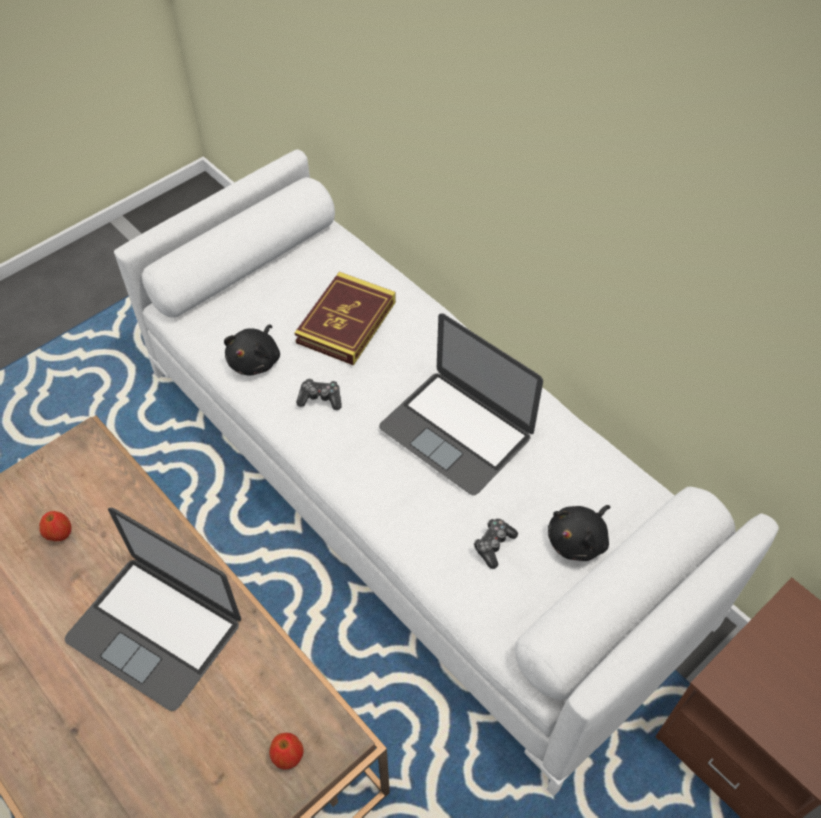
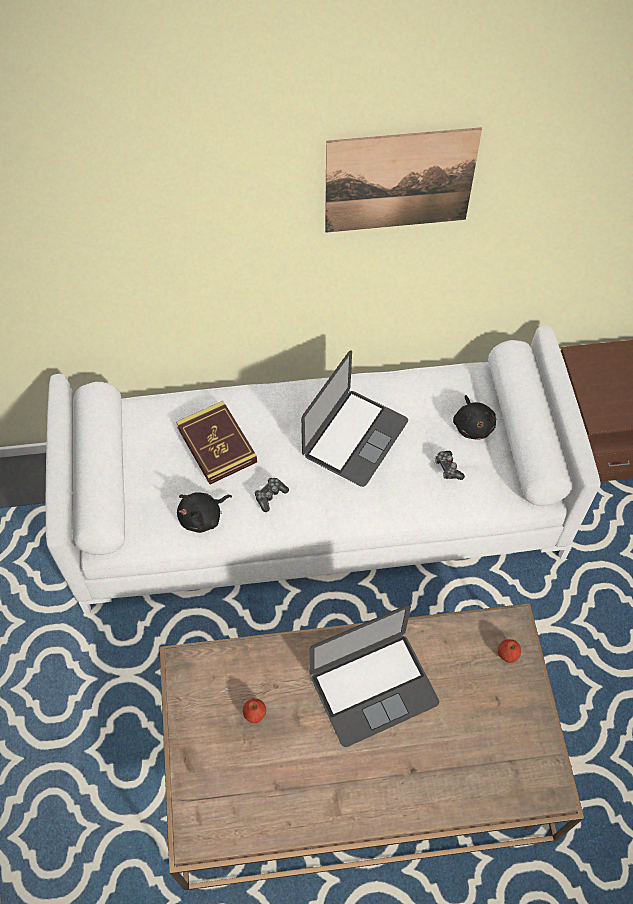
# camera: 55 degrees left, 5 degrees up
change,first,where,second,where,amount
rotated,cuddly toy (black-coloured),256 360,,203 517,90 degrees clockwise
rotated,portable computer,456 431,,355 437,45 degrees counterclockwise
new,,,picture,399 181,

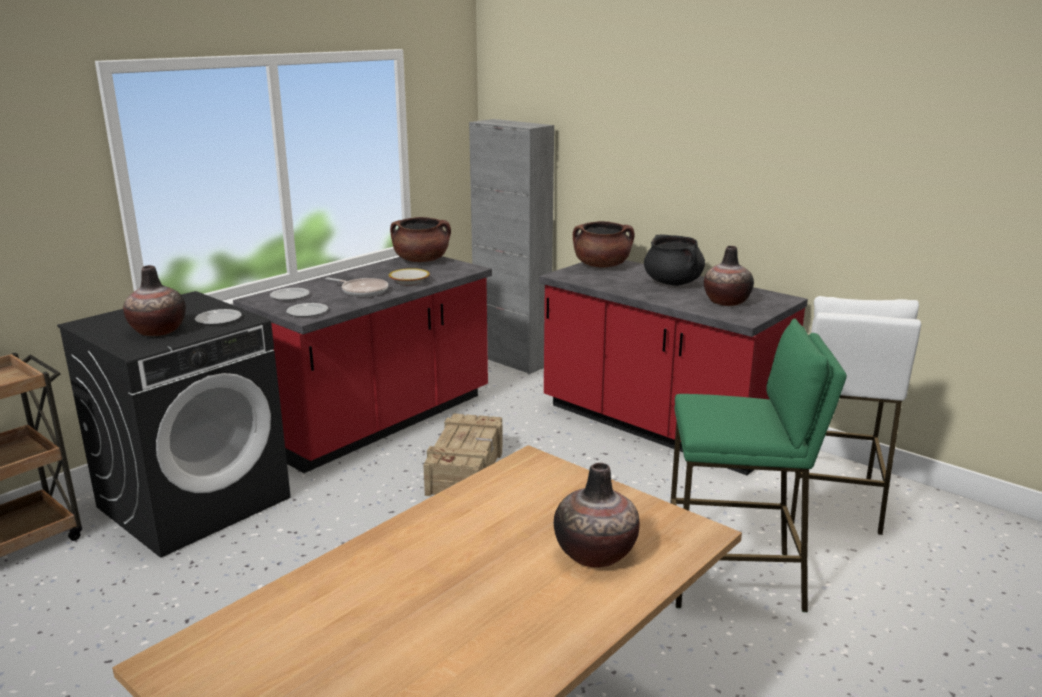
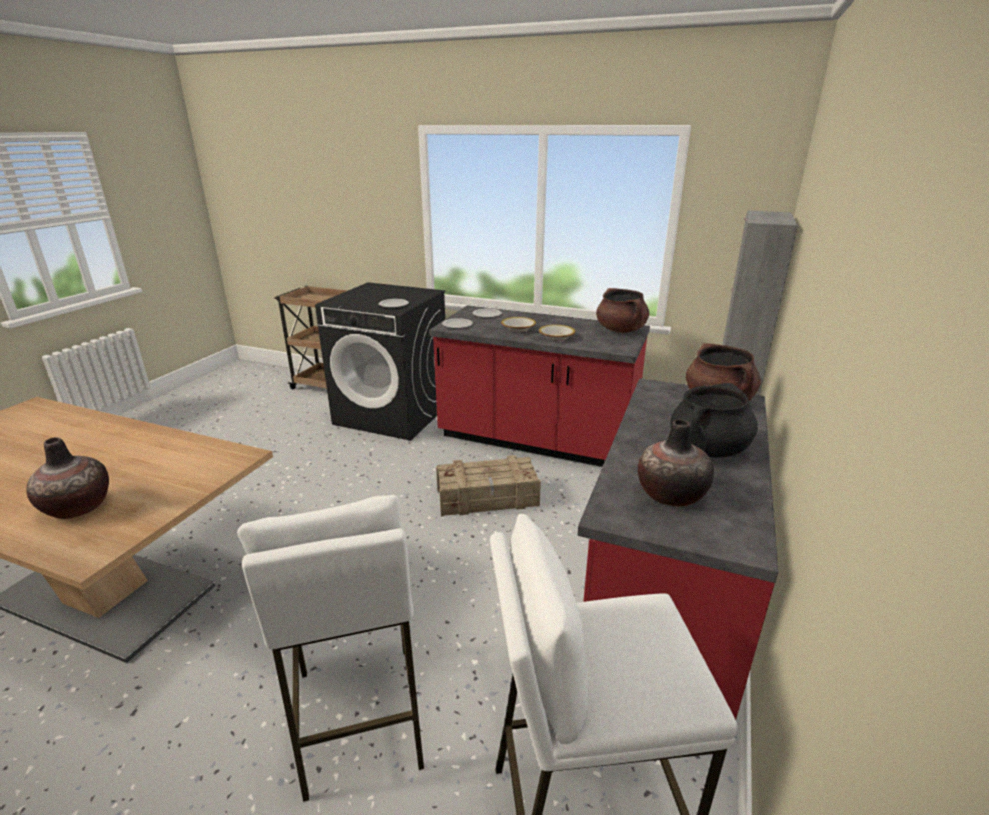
# camera: 70 degrees right, 5 degrees up
change,first,where,second,where,amount
gone,decorative vase,158 331,,,
swapped,pan,362 291,serving bowl,518 329,
repainted,stool seat (green),734 578,stool seat (whitish),359 718,

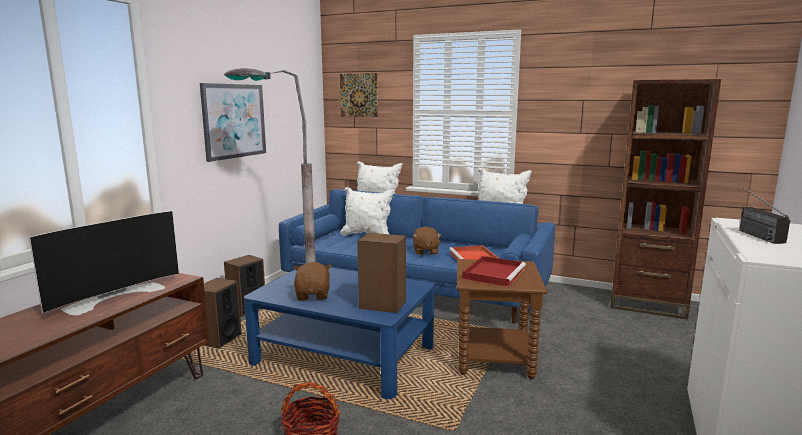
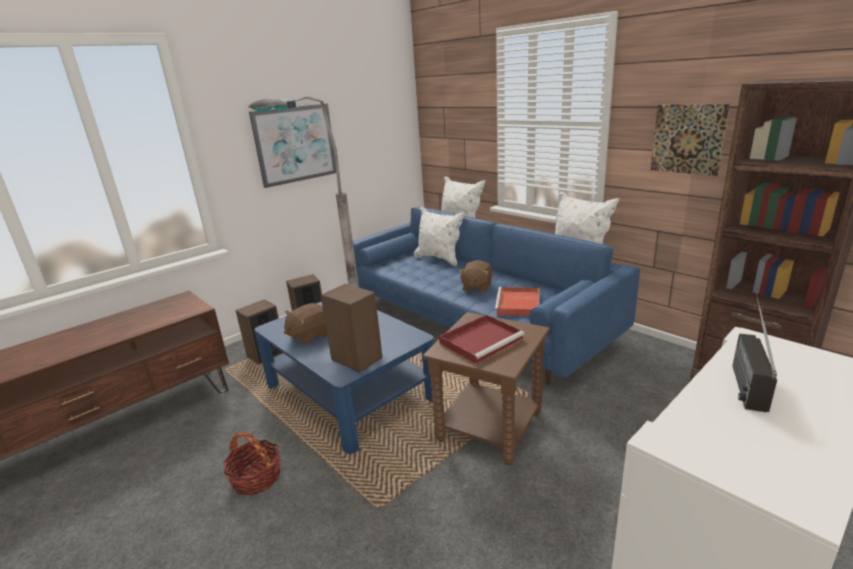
# camera: 25 degrees right, 10 degrees up
change,first,where,second,where,amount
gone,TV,115 296,,,
rotated,cuddly toy (brownish),313 295,,309 336,150 degrees counterclockwise
shifted,picture,358 95,,687 139,

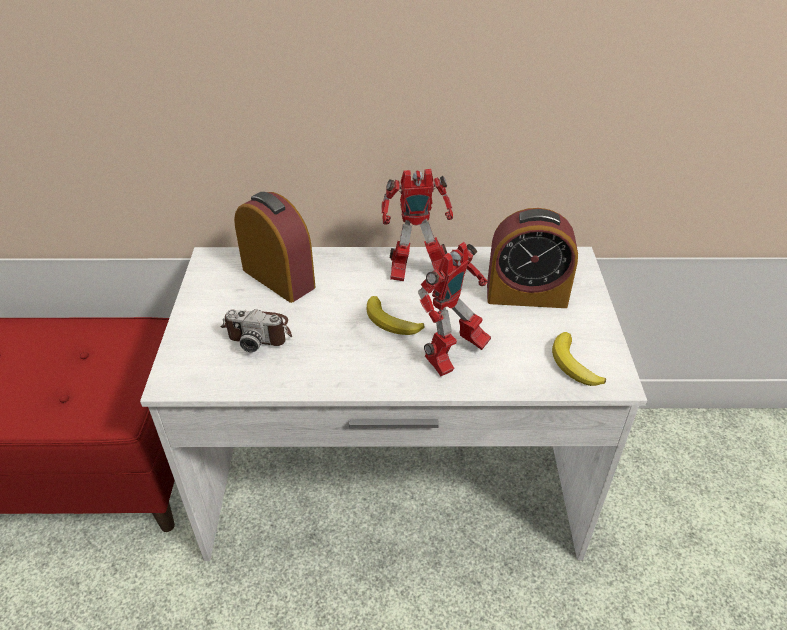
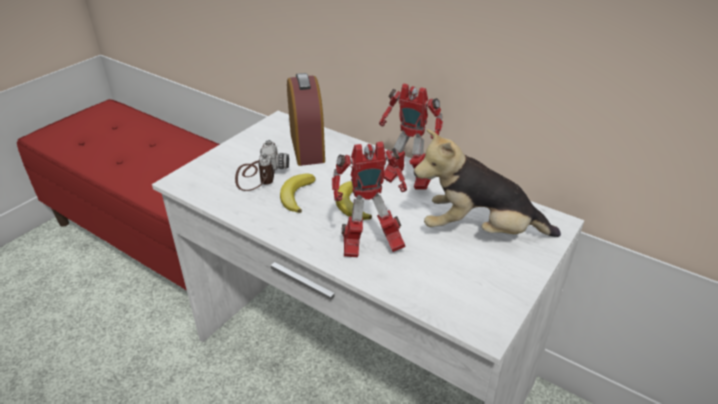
# camera: 35 degrees right, 5 degrees down
change,first,where,second,where,amount
rotated,photo camera,259 332,,259 174,135 degrees counterclockwise
swapped,table clock,526 295,cuddly toy,479 231,
shifted,banana,573 364,,296 195,

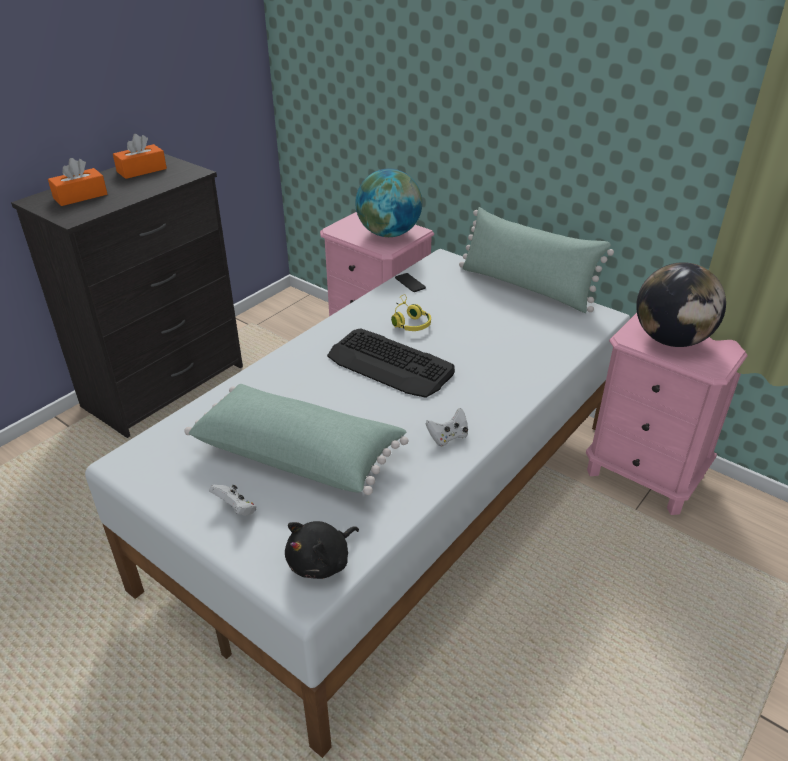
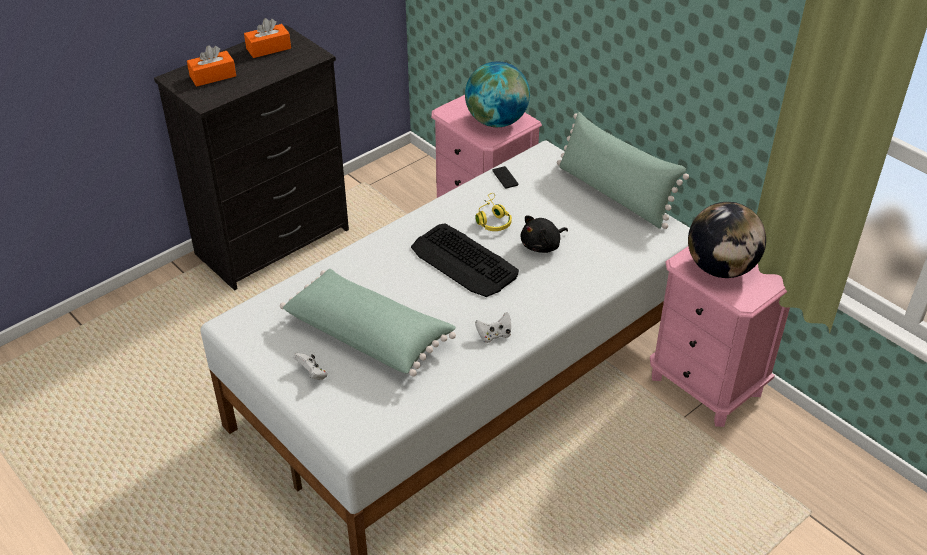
# camera: 10 degrees right, 5 degrees up
change,first,where,second,where,amount
shifted,cuddly toy (black-coloured),322 562,,542 246,

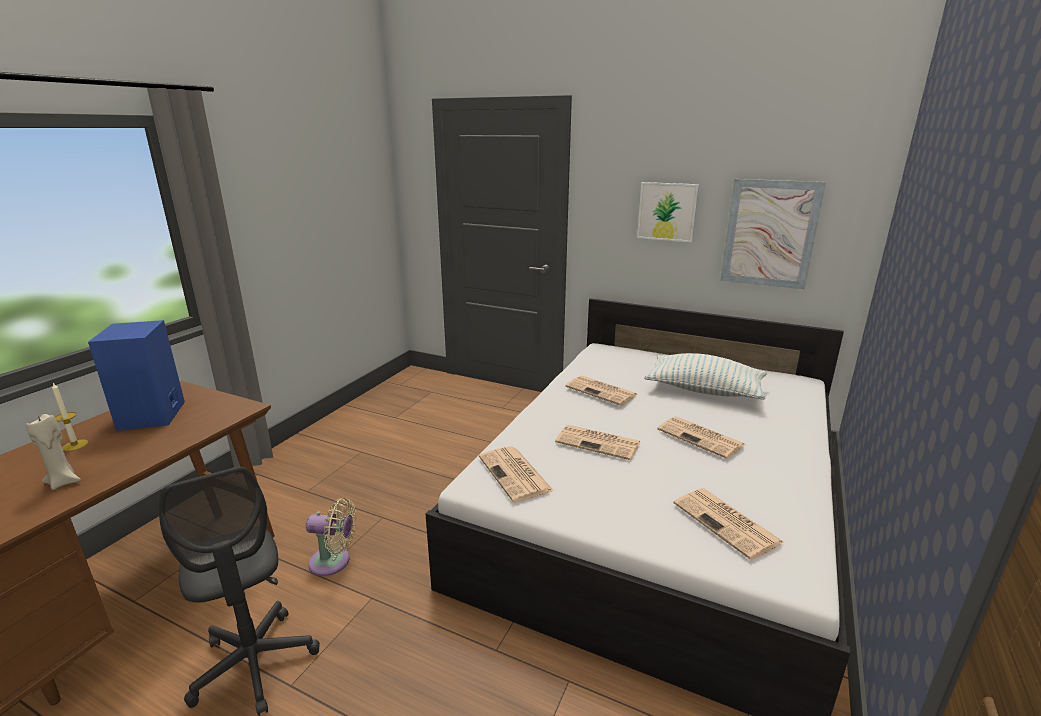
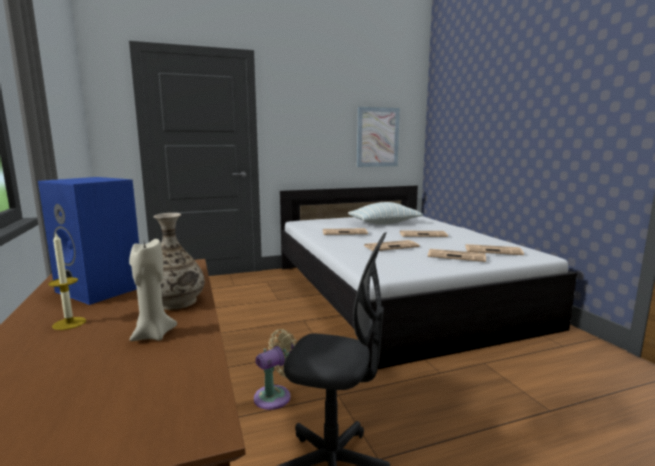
# camera: 45 degrees left, 10 degrees down
change,first,where,second,where,amount
shifted,printed paper,516 474,,457 256,
gone,picture,667 211,,,
new,,,decorative vase,175 302,

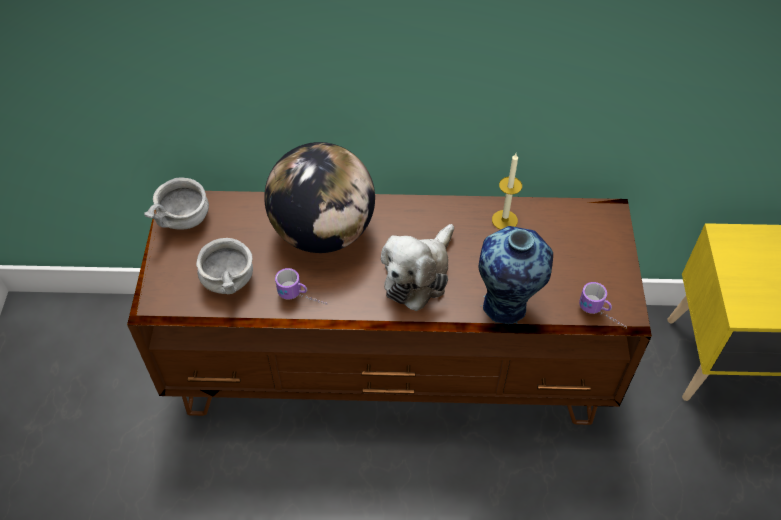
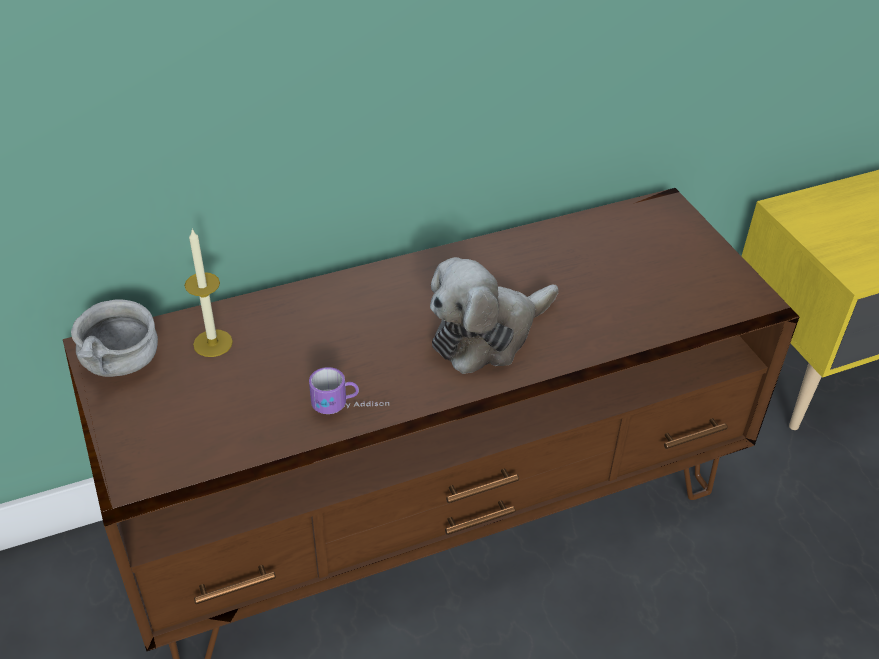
# camera: 25 degrees left, 10 degrees down
change,first,where,second,where,amount
gone,serving bowl (greyish),229 281,,,
gone,desk globe,323 232,,,
rotated,cuddly toy,418 275,,487 335,45 degrees clockwise
gone,decorative vase,506 307,,,
shifted,wax candle,504 220,,213 343,
gone,coffee mug,602 315,,,

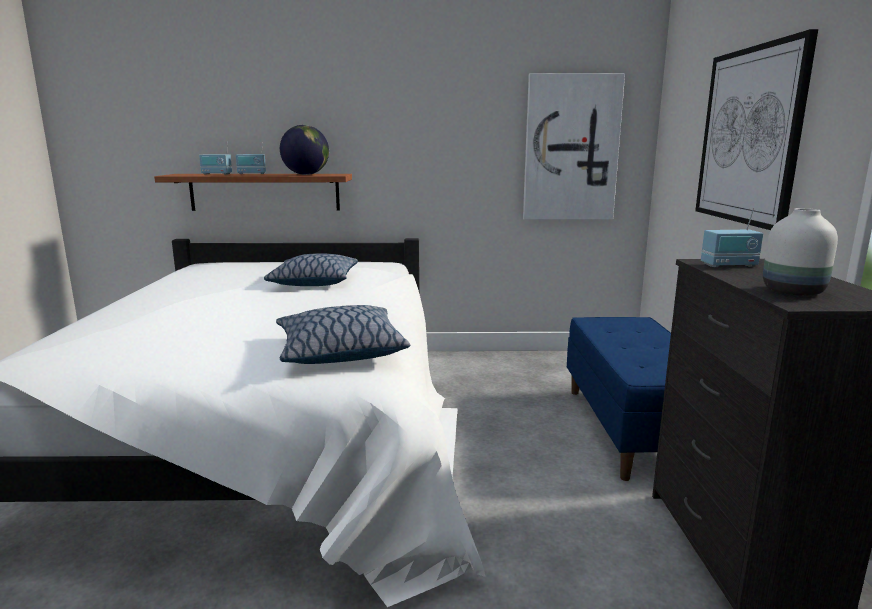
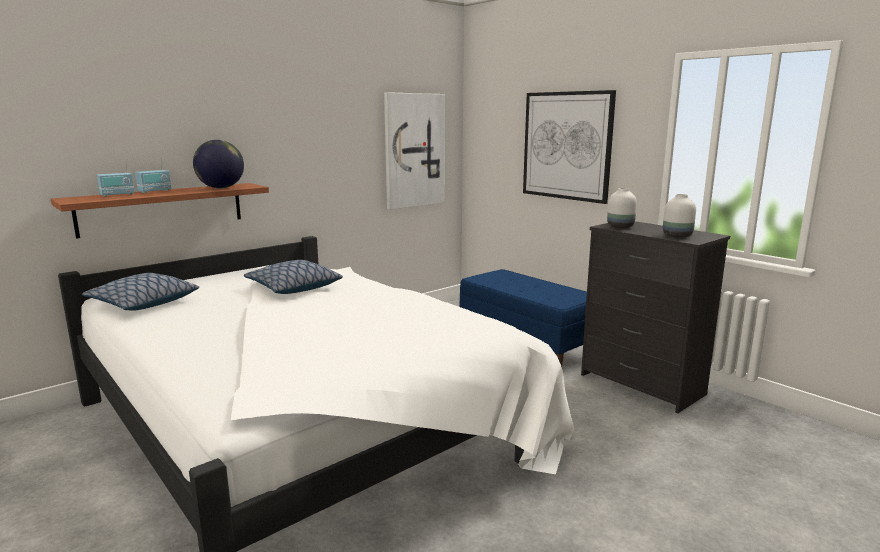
# camera: 40 degrees left, 0 degrees up
change,first,where,second,where,amount
shifted,pillow,339 351,,143 303,
swapped,radio receiver,729 265,decorative vase (whitish),620 226,

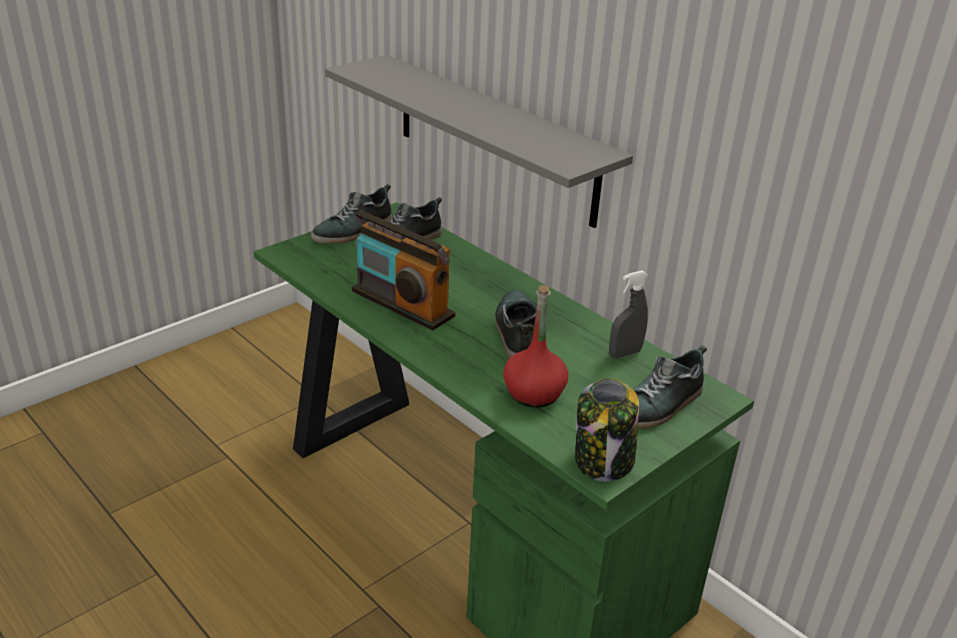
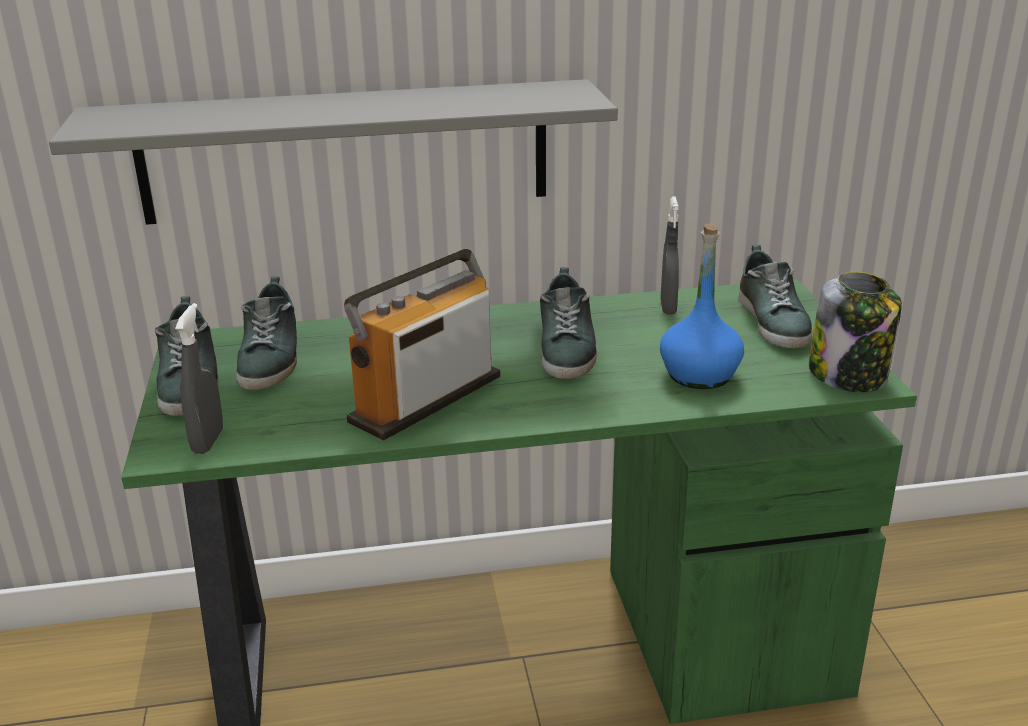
# camera: 55 degrees left, 5 degrees down
change,first,where,second,where,amount
rotated,radio receiver,402 304,,426 399,150 degrees clockwise
rotated,low shoe,516 331,,567 348,120 degrees counterclockwise
repainted,drink bottle (red-coloured),534 393,drink bottle (bluish),700 375,
new,,,spray bottle (greyish),208 441,

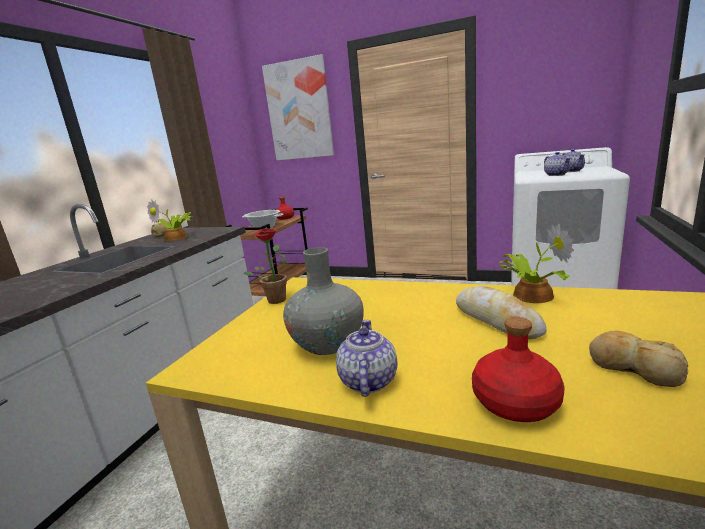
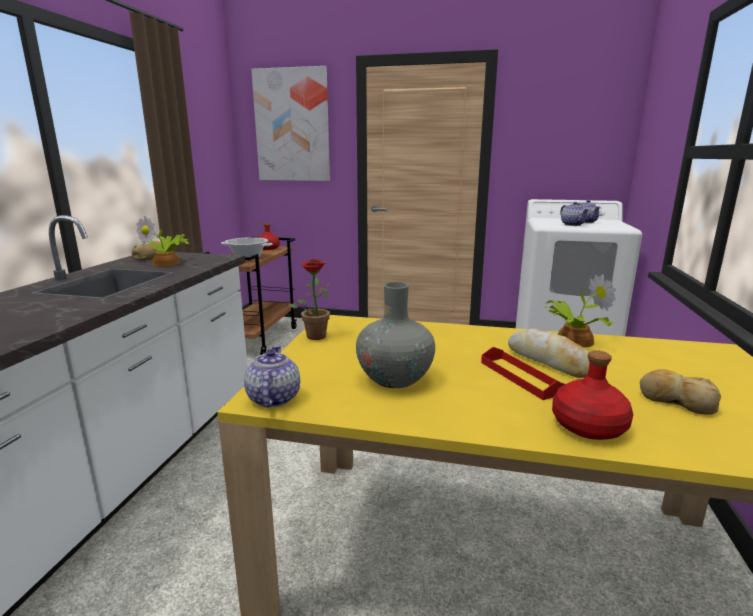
# camera: 10 degrees left, 0 degrees up
change,first,where,second,where,amount
shifted,tea pot,367 381,,273 399,
new,,,serving tray (red-coloured),520 377,

